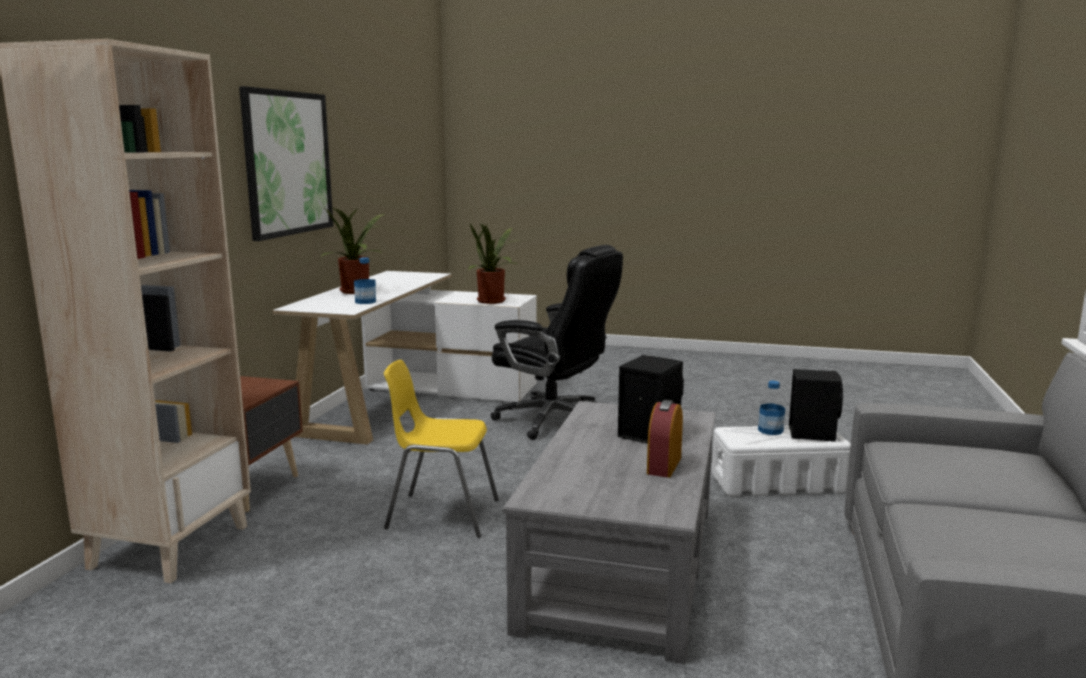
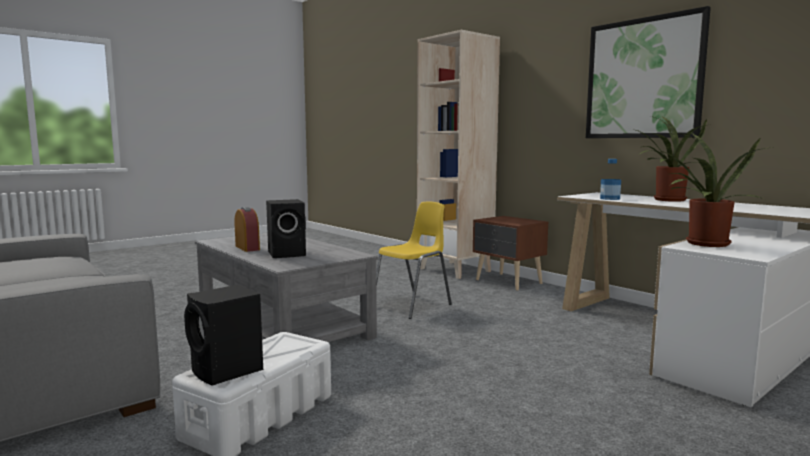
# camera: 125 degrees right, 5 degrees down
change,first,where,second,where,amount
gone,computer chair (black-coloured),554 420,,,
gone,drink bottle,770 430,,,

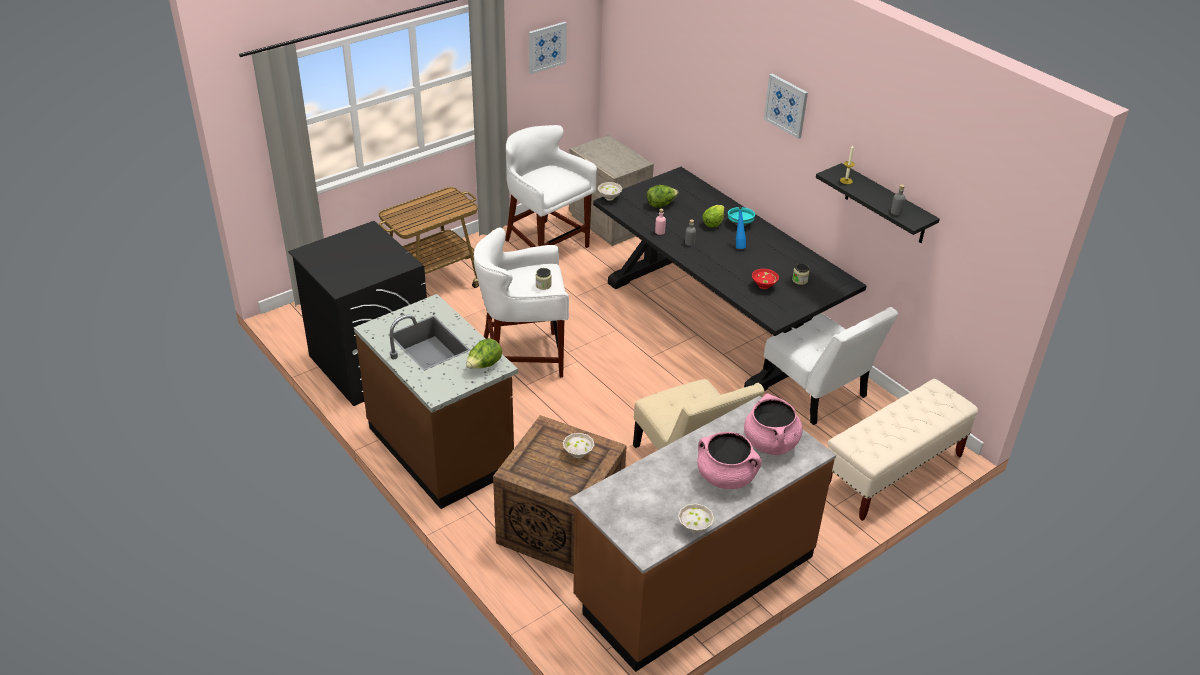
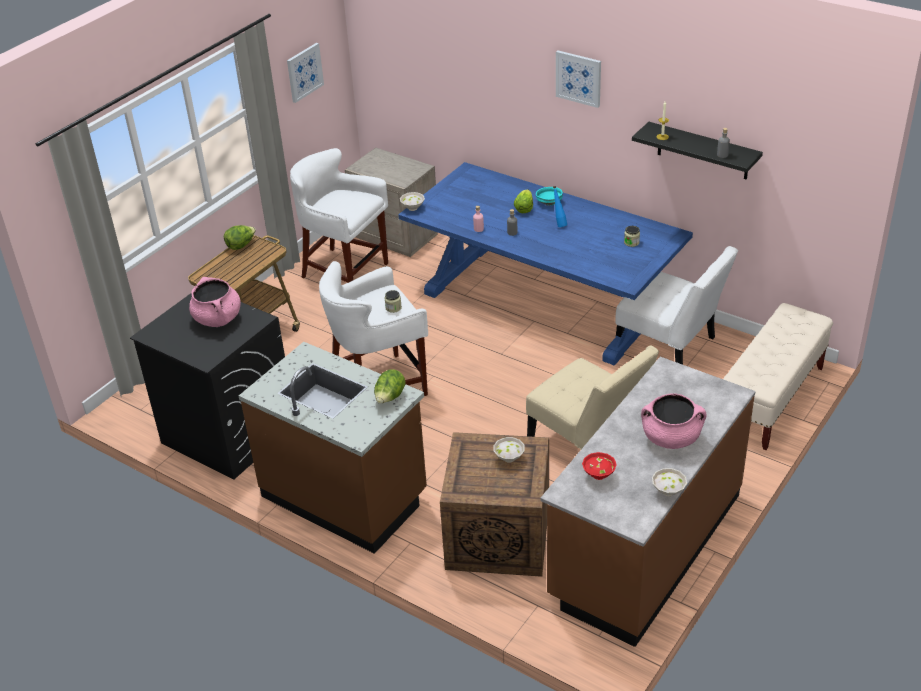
# camera: 15 degrees left, 0 degrees up
change,first,where,second,where,amount
repainted,kitchen table (black-coloured),714 318,kitchen table (bluish),541 301,
shifted,head of lettuce,661 204,,241 245,
shifted,saucepot (pink-coloured),771 443,,218 319,
shifted,serving bowl (red-coloured),763 286,,598 475,

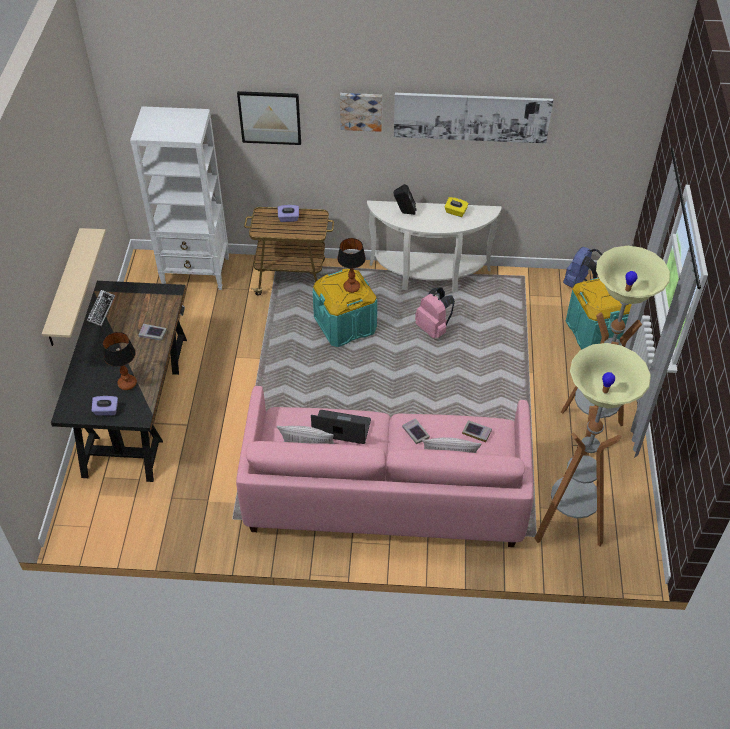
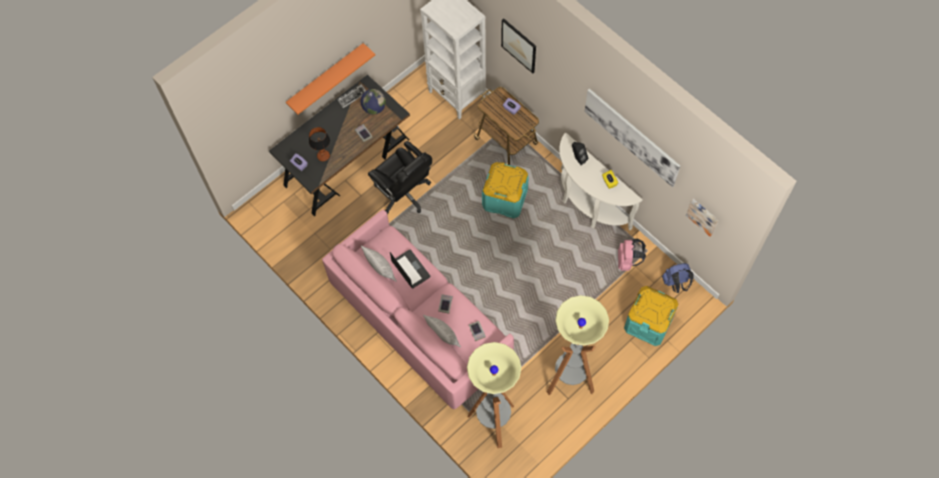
# camera: 45 degrees right, 15 degrees up
change,first,where,second,where,amount
repainted,bracket shelf (beige-coloured),64 289,bracket shelf (orange),326 77,
gone,table lamp,352 287,,,
shifted,picture,361 110,,703 216,
shifted,knapsack (pink-coloured),433 328,,627 261,
new,,,desk globe,374 108,
new,,,computer chair (black-coloured),403 193,

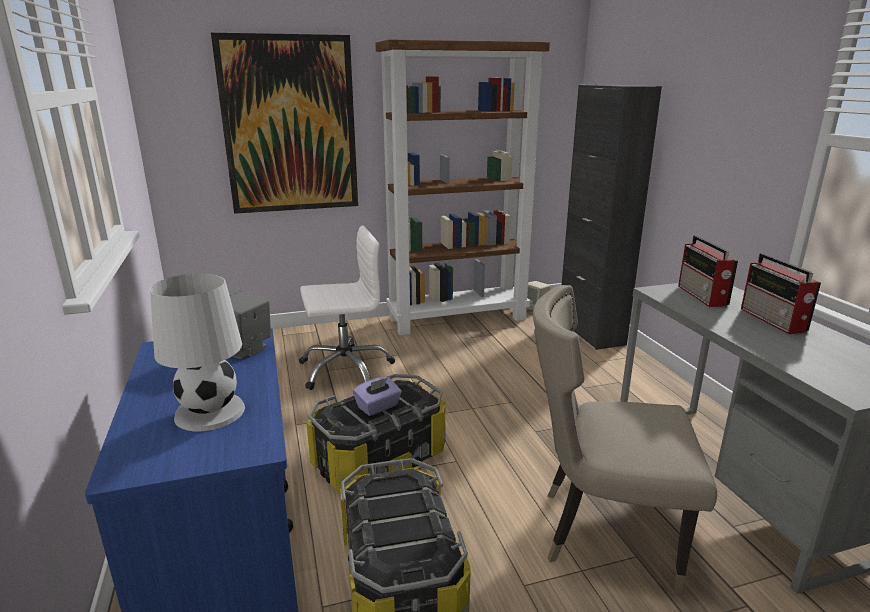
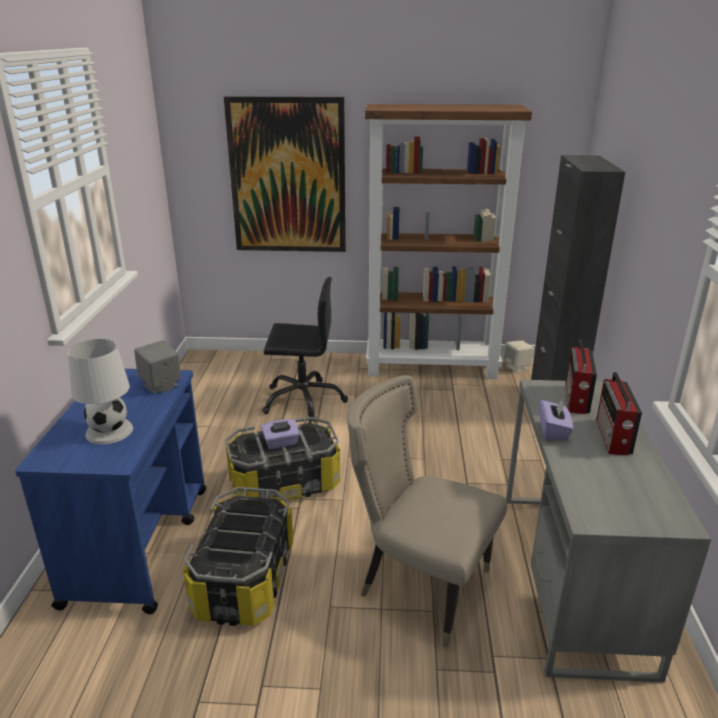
# camera: 20 degrees right, 5 degrees up
change,first,where,second,where,amount
repainted,computer chair (whitish),345 369,computer chair (black-coloured),303 400,
new,,,tissue box (purple-coloured),553 431,

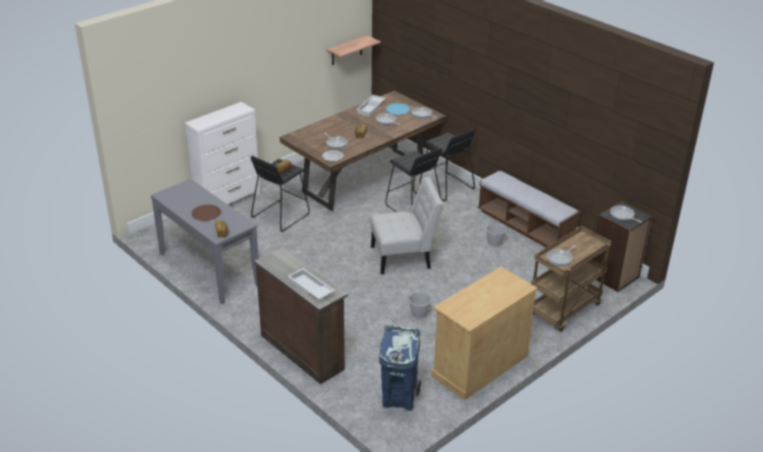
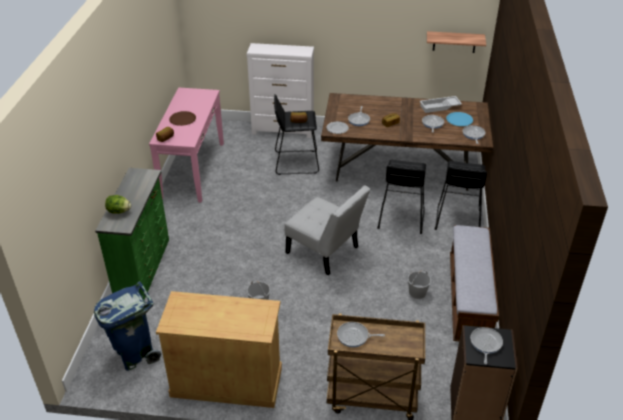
# camera: 50 degrees right, 5 degrees up
change,first,where,second,where,amount
repainted,hall table (greyish),208 269,hall table (pink-coloured),192 170,
repainted,chest of drawers (brownish),302 351,chest of drawers (green),144 268,
swapped,serving tray (whitish),310 288,head of lettuce,119 211,

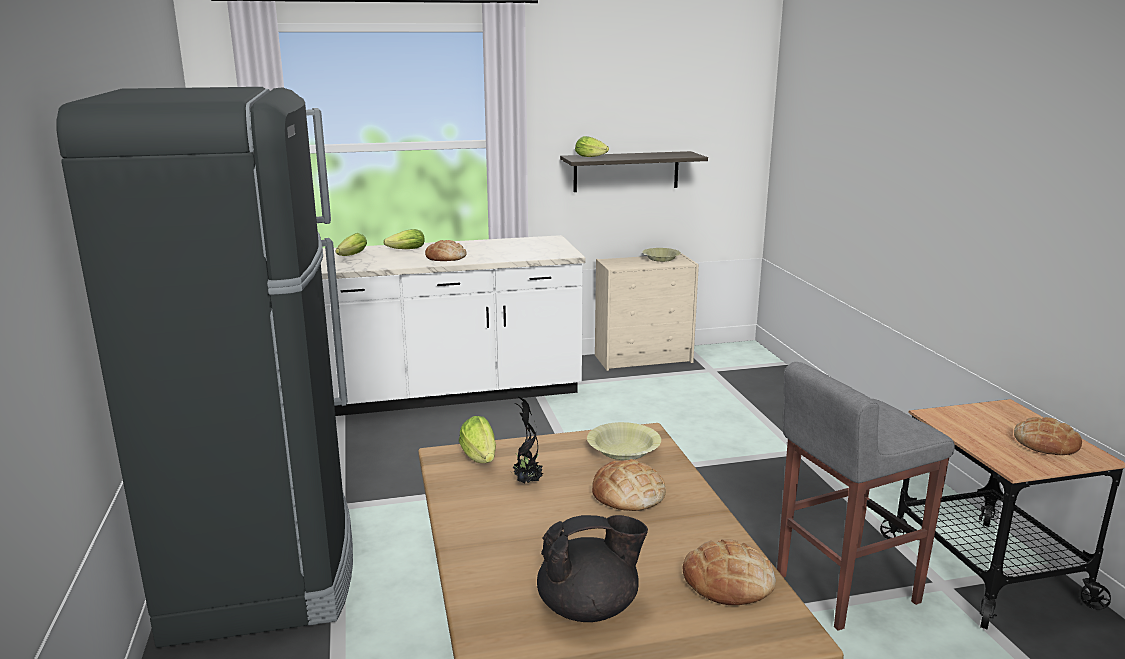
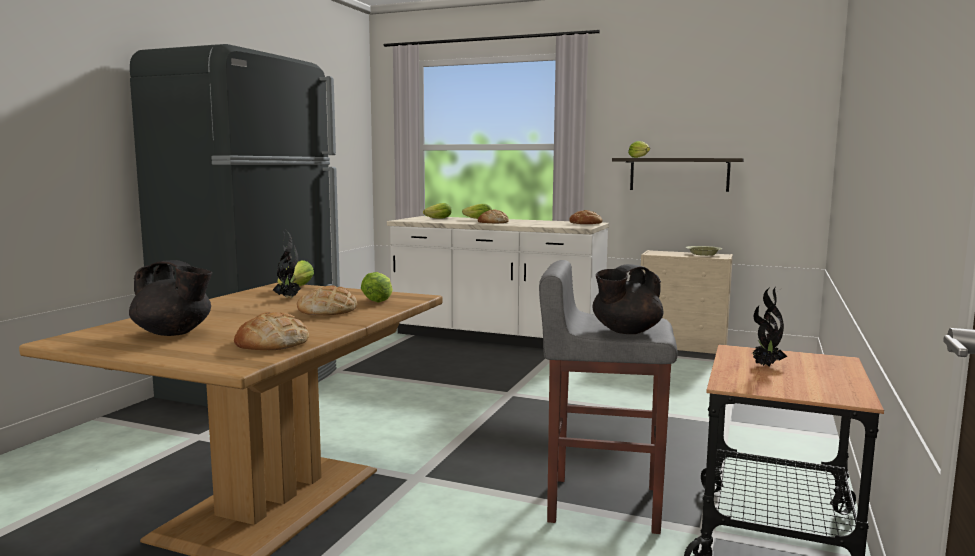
# camera: 35 degrees right, 10 degrees down
change,first,where,second,where,amount
swapped,serving bowl (yellowish),623 451,head of lettuce,379 299,
shifted,bakery bread,1045 443,,585 223,
new,,,tea pot (black-coloured),625 331,
new,,,plant in a pot,765 366,

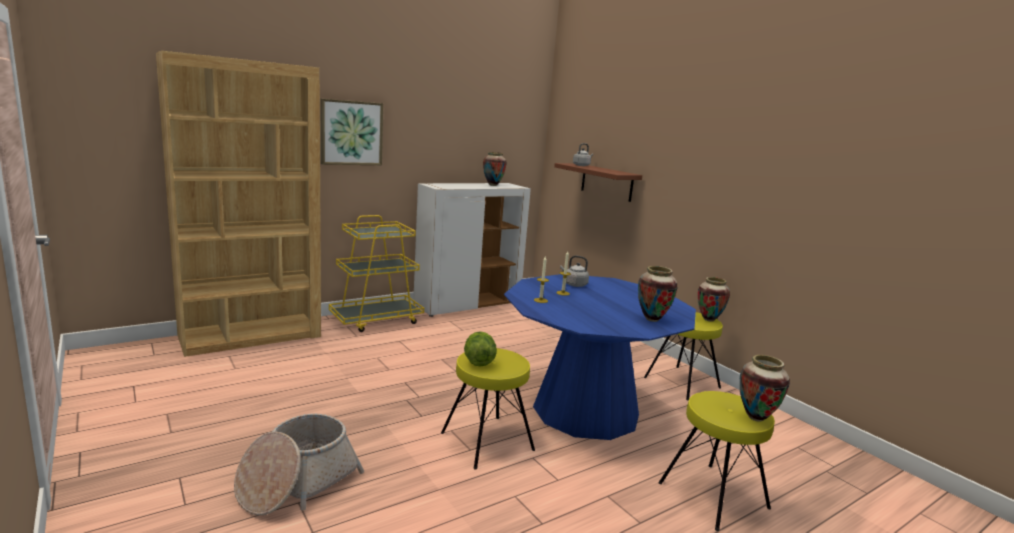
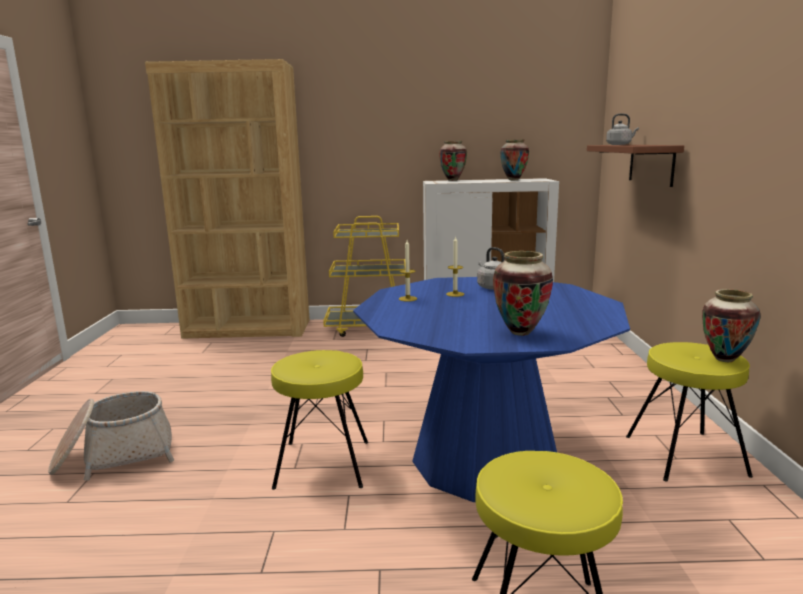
# camera: 35 degrees right, 0 degrees up
change,first,where,second,where,amount
gone,picture,351 133,,,
gone,head of lettuce,478 362,,,
shifted,decorative vase,755 417,,453 180,

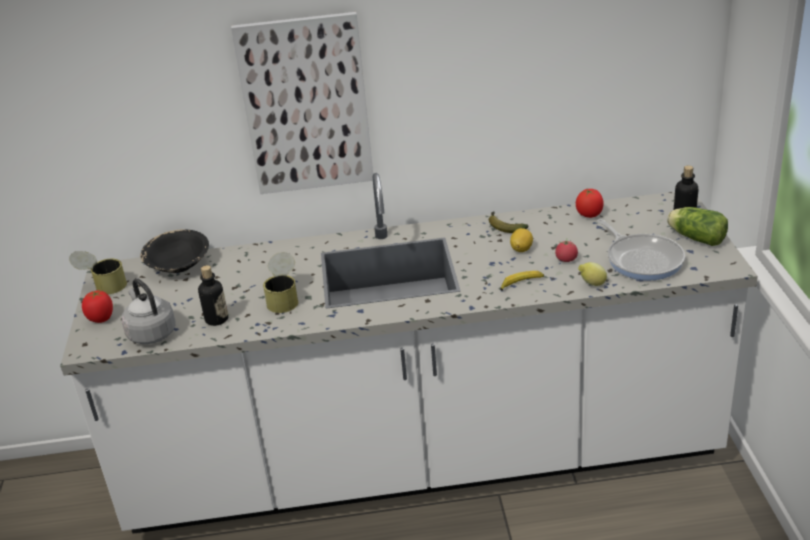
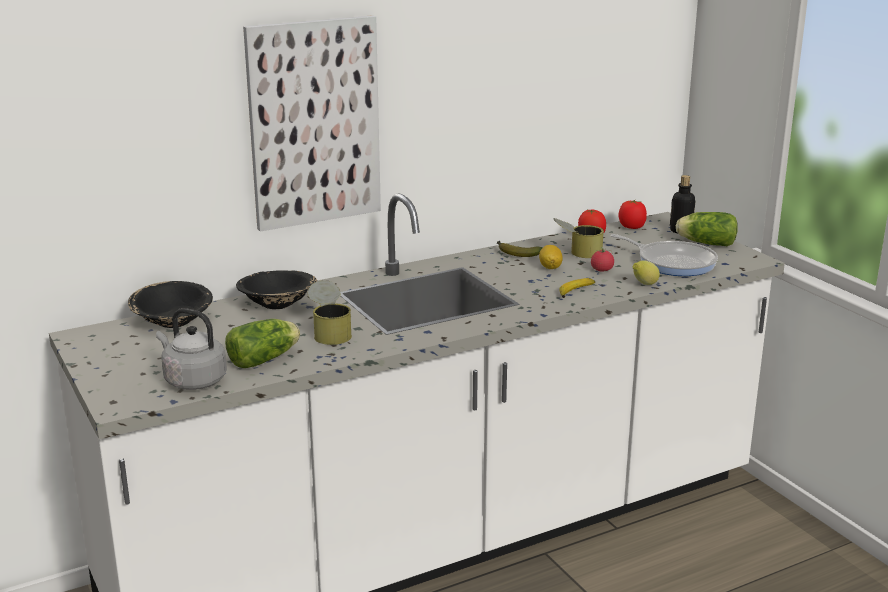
# camera: 25 degrees left, 10 degrees down
change,first,where,second,where,amount
shifted,metal can,102 285,,577 253,
shifted,fresh tomato,101 318,,632 227,
swapped,drink bottle,217 319,head of lettuce,266 359,
new,,,serving bowl (black-coloured),277 304,

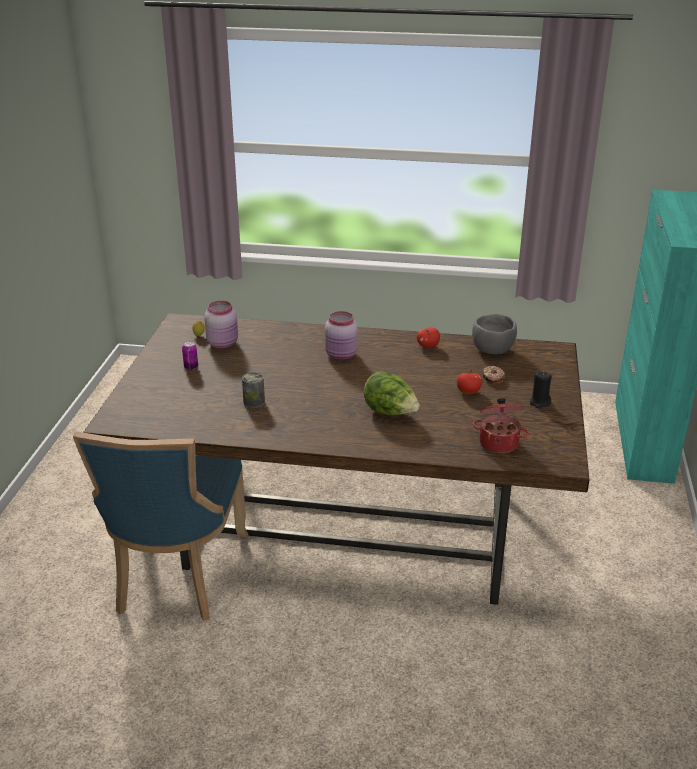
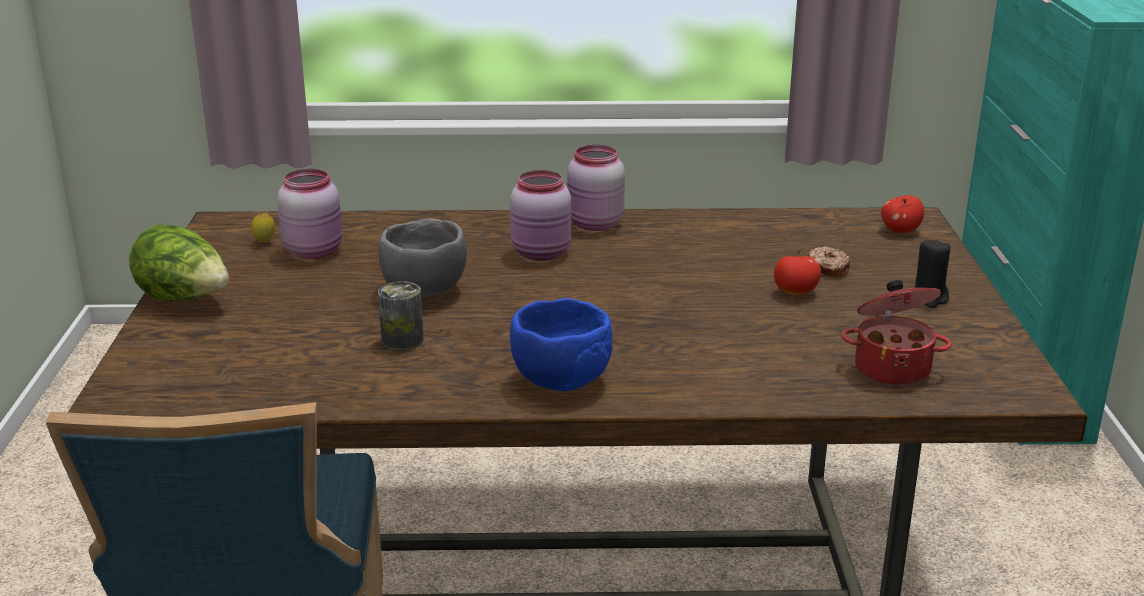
# camera: 10 degrees left, 5 degrees down
change,first,where,second,where,amount
gone,metal can,191 367,,,
shifted,head of lettuce,390 413,,185 299,
shifted,apple fruit,428 346,,900 230,
shifted,serving bowl (greyish),493 350,,426 291,
new,,,serving bowl (bluish),561 382,
new,,,preserve jar (pink-coloured),594 224,

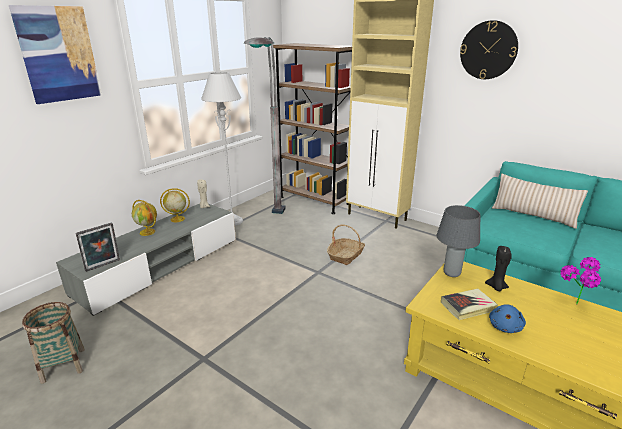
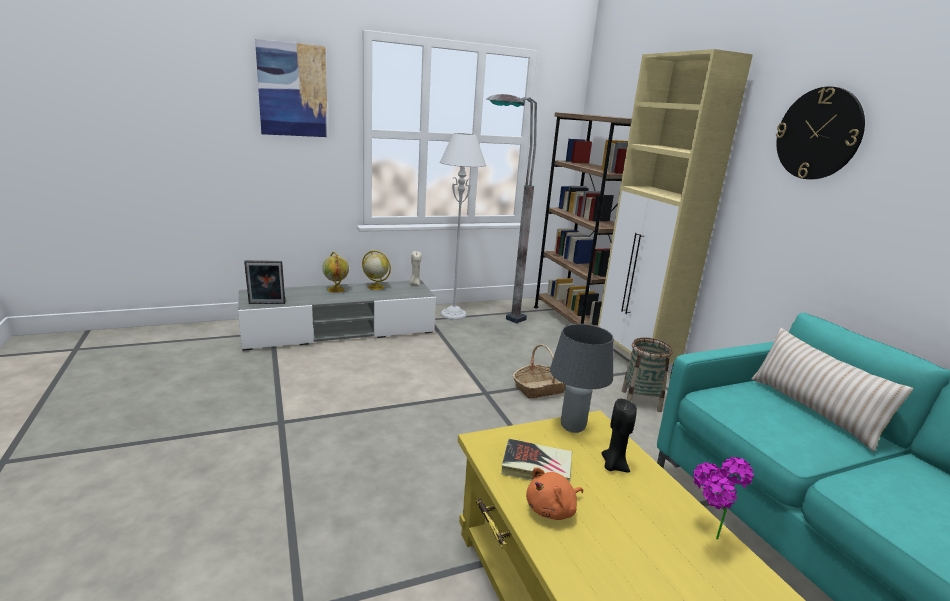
# camera: 30 degrees right, 5 degrees down
change,first,where,second,where,amount
shifted,household basket,63 365,,641 401,
repainted,cuddly toy (bluish),505 327,cuddly toy (orange),552 509,

